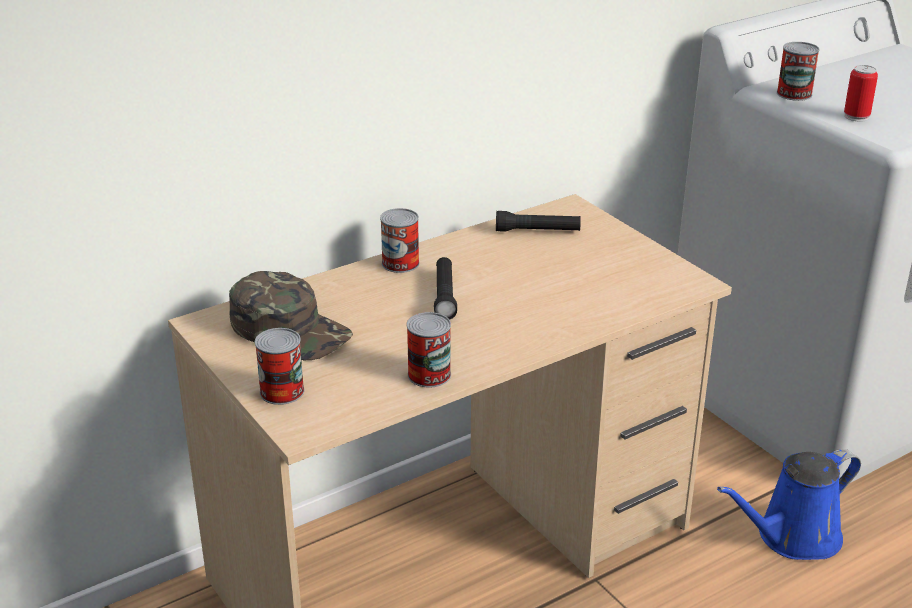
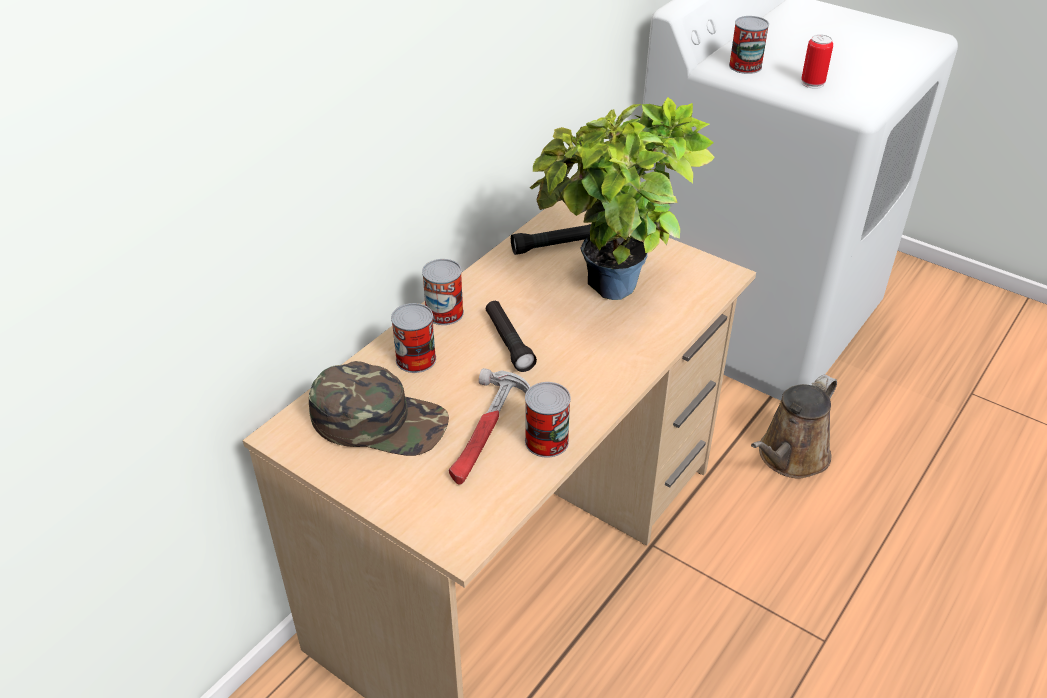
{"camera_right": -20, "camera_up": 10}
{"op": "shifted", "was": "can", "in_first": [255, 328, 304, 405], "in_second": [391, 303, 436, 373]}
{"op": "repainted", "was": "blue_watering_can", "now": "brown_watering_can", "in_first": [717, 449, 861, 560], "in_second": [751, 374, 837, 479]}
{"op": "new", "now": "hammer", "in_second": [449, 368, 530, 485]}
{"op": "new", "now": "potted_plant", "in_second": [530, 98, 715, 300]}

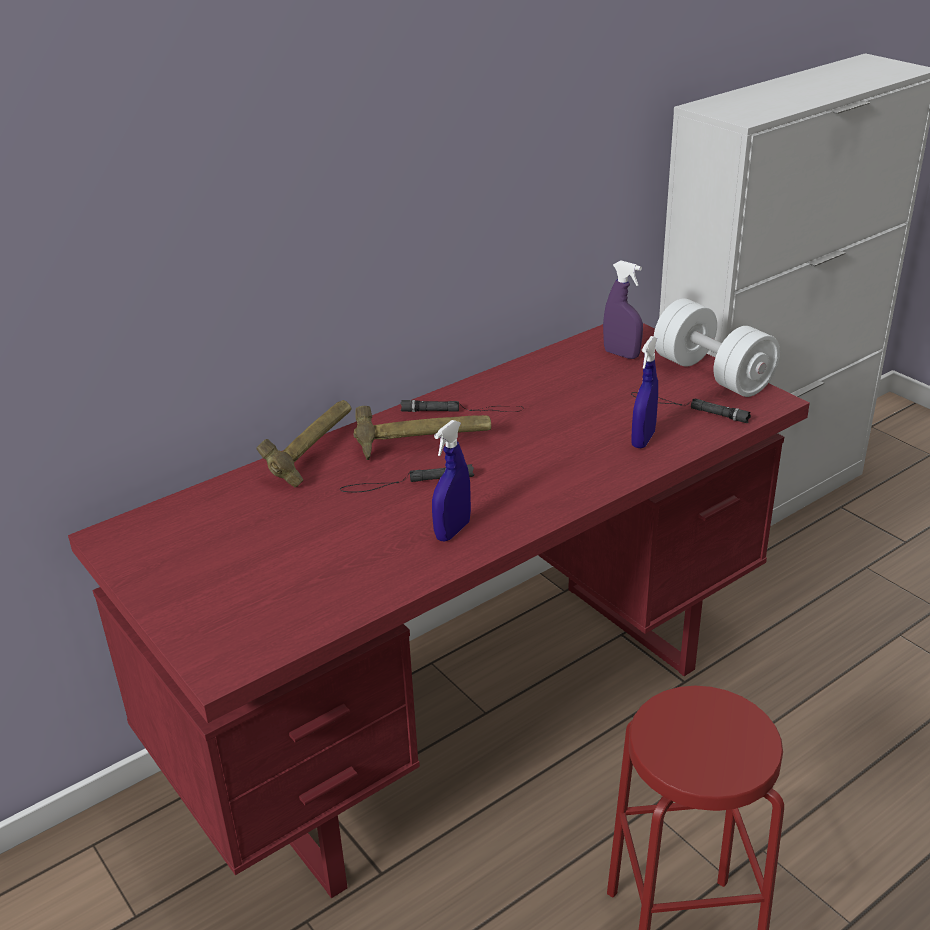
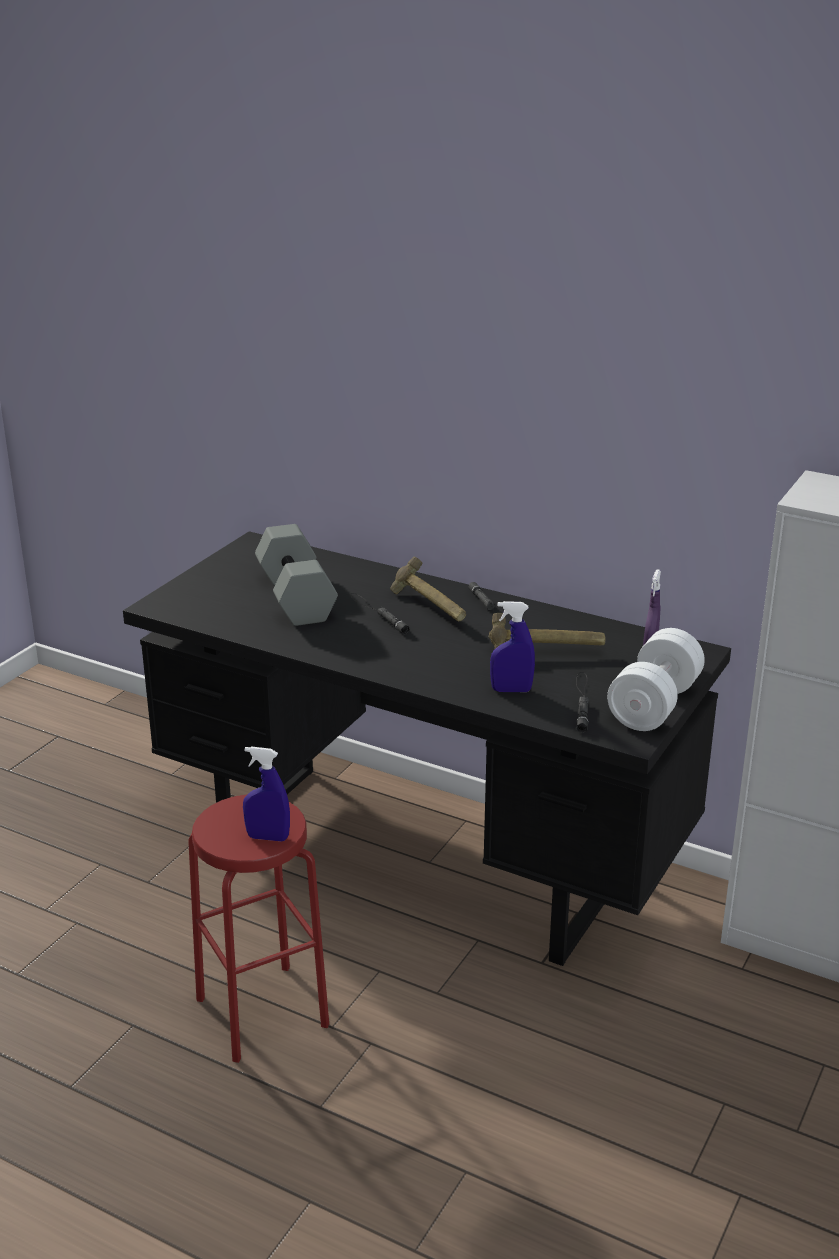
{"camera_right": 65, "camera_up": -5}
{"op": "repainted", "was": "red_desk", "now": "black_desk", "in_first": [68, 323, 810, 898], "in_second": [123, 531, 731, 966]}
{"op": "shifted", "was": "hammer", "in_first": [256, 400, 351, 487], "in_second": [489, 613, 605, 649]}
{"op": "shifted", "was": "blue_spray_bottle", "in_first": [432, 420, 471, 542], "in_second": [243, 747, 290, 841]}
{"op": "new", "now": "grey_dumbbell", "in_second": [255, 524, 338, 626]}

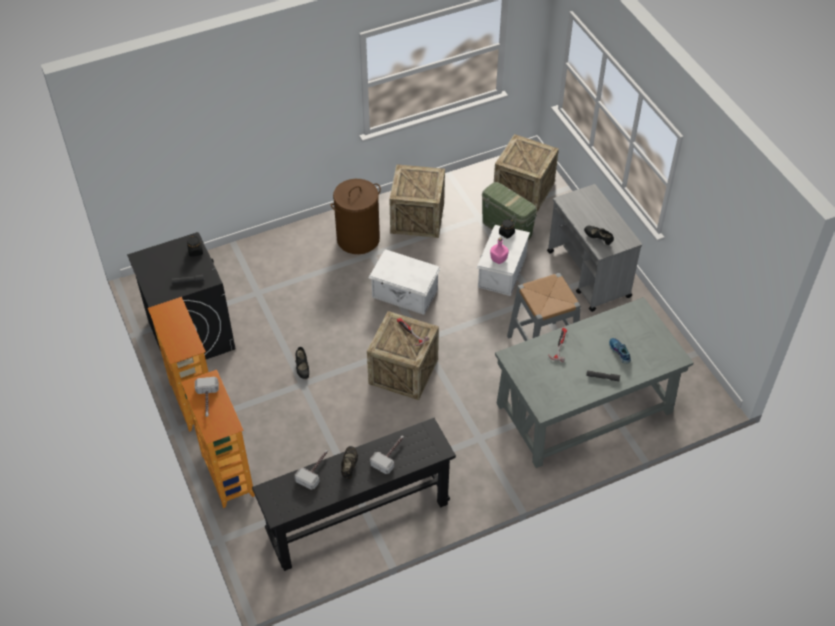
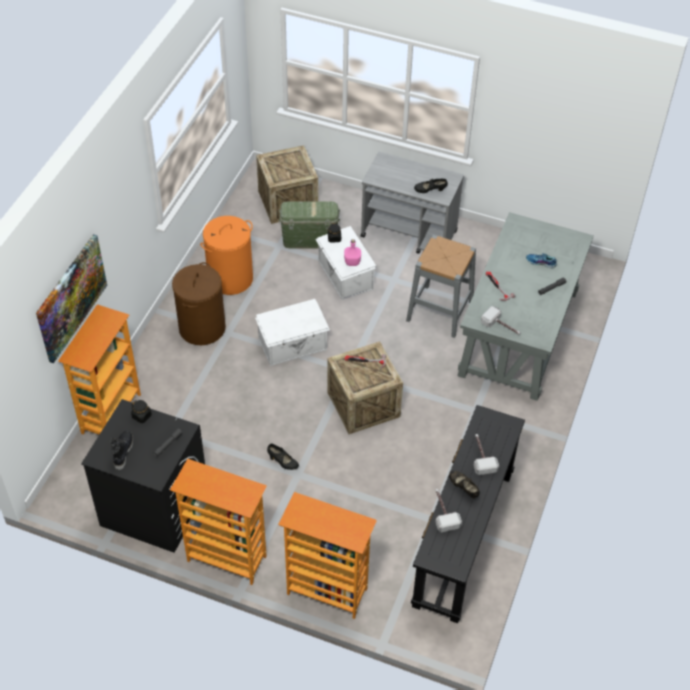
{"camera_right": -45, "camera_up": 0}
{"op": "shifted", "was": "hammer", "in_first": [195, 377, 219, 417], "in_second": [481, 306, 521, 335]}
{"op": "swapped", "was": "crate", "now": "orange_laundry_basket", "in_first": [389, 164, 445, 238], "in_second": [200, 216, 253, 295]}
{"op": "new", "now": "picture", "in_second": [36, 234, 107, 363]}
{"op": "new", "now": "bookcase", "in_second": [58, 304, 141, 435]}
{"op": "new", "now": "black_boot", "in_second": [110, 430, 133, 470]}

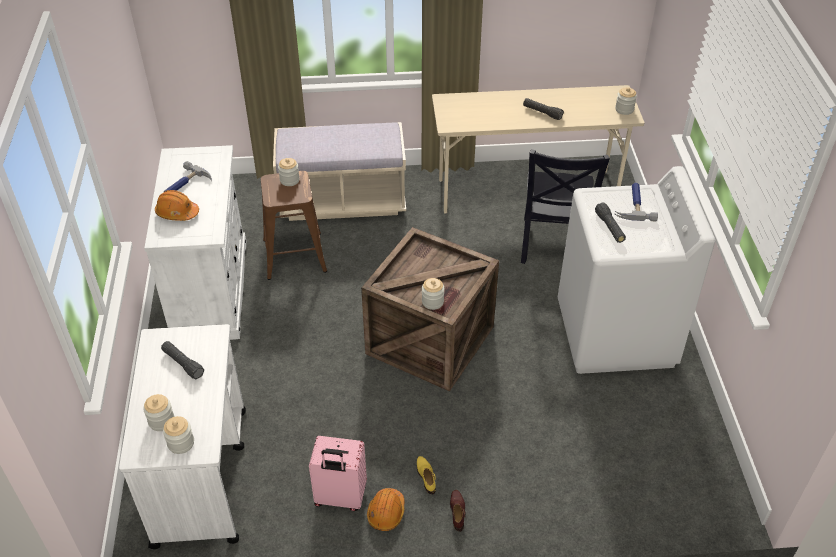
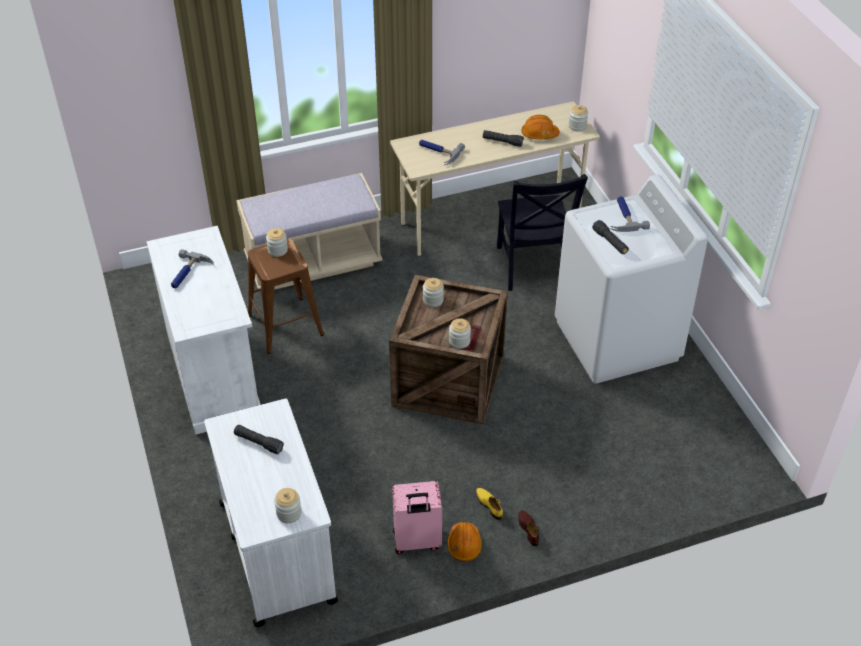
{"camera_right": -15, "camera_up": 0}
{"op": "shifted", "was": "jar", "in_first": [143, 394, 175, 431], "in_second": [423, 278, 444, 307]}
{"op": "shifted", "was": "orange_hard_hat", "in_first": [155, 190, 199, 221], "in_second": [522, 115, 560, 139]}
{"op": "new", "now": "hammer", "in_second": [419, 140, 465, 165]}

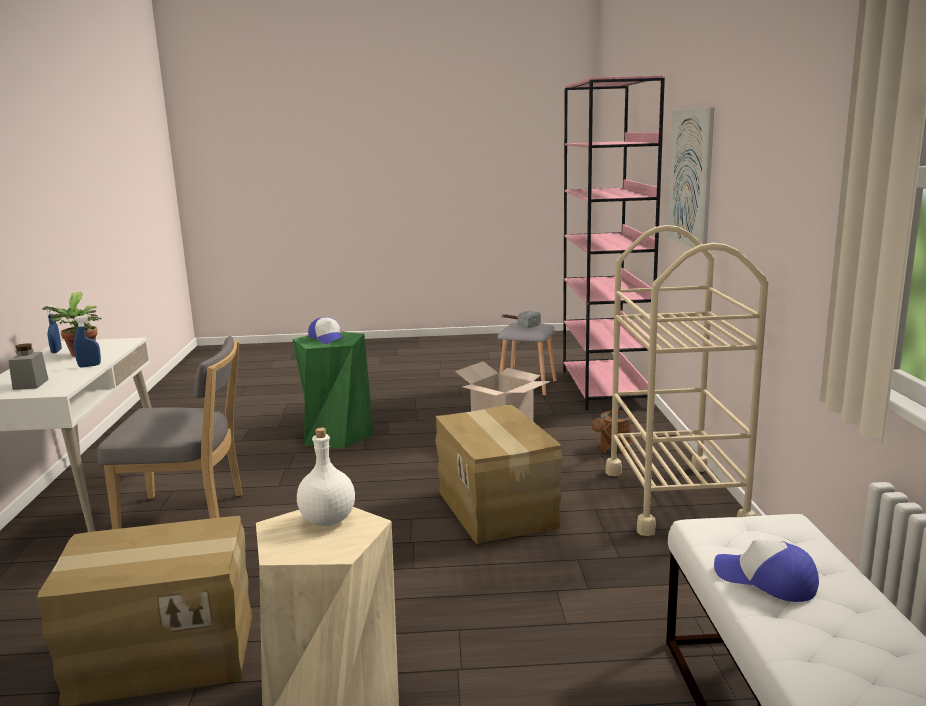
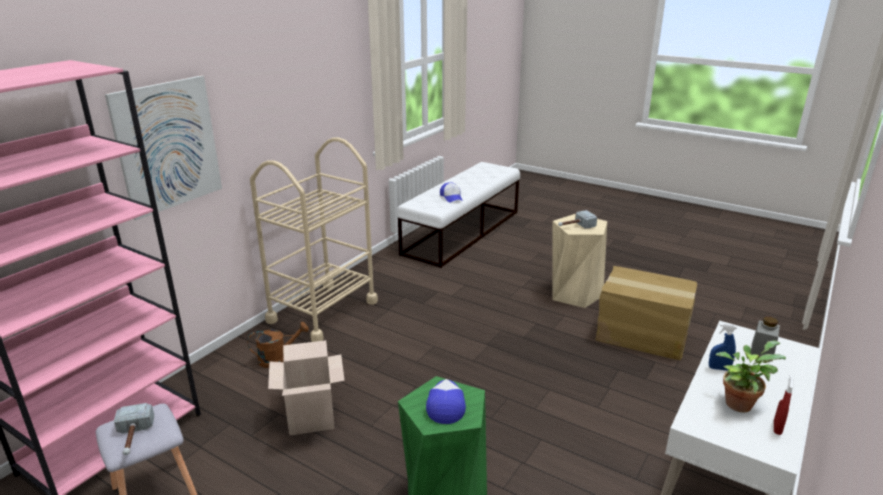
{"camera_right": -145, "camera_up": 10}
{"op": "repainted", "was": "blue_spray_bottle", "now": "red_spray_bottle", "in_first": [46, 304, 62, 353], "in_second": [774, 375, 793, 435]}
{"op": "gone", "was": "grey_chair", "in_first": [97, 336, 243, 529]}
{"op": "swapped", "was": "white_bottle", "now": "hammer", "in_first": [297, 428, 355, 526], "in_second": [558, 210, 597, 229]}
{"op": "gone", "was": "cardboard_box", "in_first": [436, 405, 563, 544]}

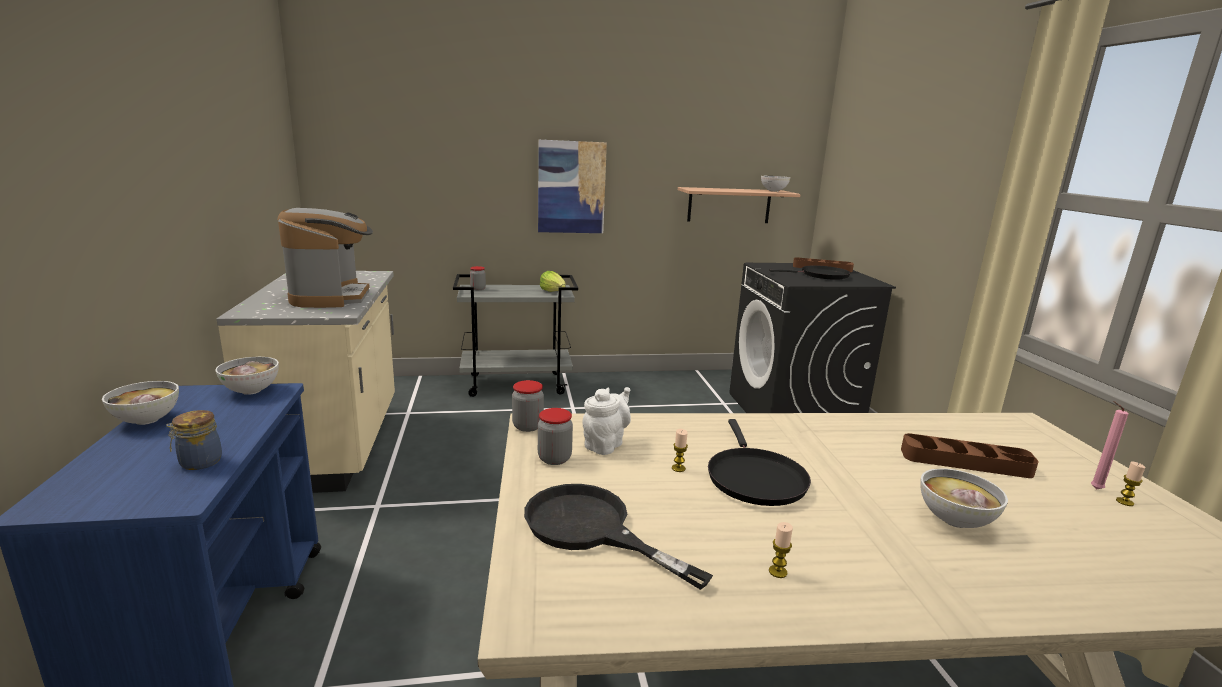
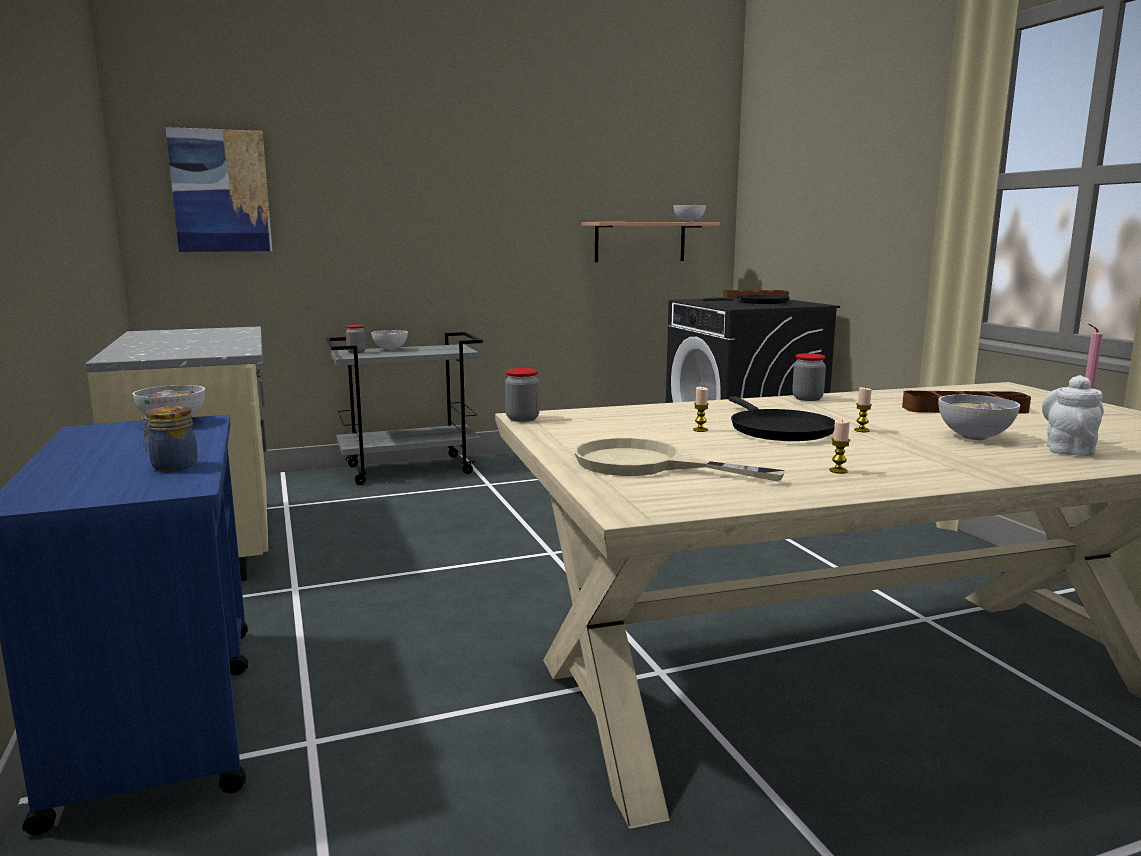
{"camera_right": -10, "camera_up": -5}
{"op": "shifted", "was": "bowl", "in_first": [102, 381, 179, 425], "in_second": [371, 330, 408, 351]}
{"op": "gone", "was": "coffee_machine", "in_first": [277, 208, 373, 308]}
{"op": "repainted", "was": "black_frying_pan", "now": "beige_frying_pan", "in_first": [524, 484, 713, 590], "in_second": [574, 438, 786, 482]}
{"op": "shifted", "was": "picture", "in_first": [538, 140, 607, 233], "in_second": [165, 127, 272, 252]}
{"op": "shifted", "was": "jar", "in_first": [538, 408, 573, 465], "in_second": [792, 353, 826, 401]}
{"op": "gone", "was": "lettuce", "in_first": [540, 271, 566, 292]}
{"op": "shifted", "was": "white_teapot", "in_first": [583, 387, 631, 455], "in_second": [1042, 375, 1104, 456]}
{"op": "shifted", "was": "candle", "in_first": [1116, 461, 1145, 506], "in_second": [854, 387, 872, 432]}

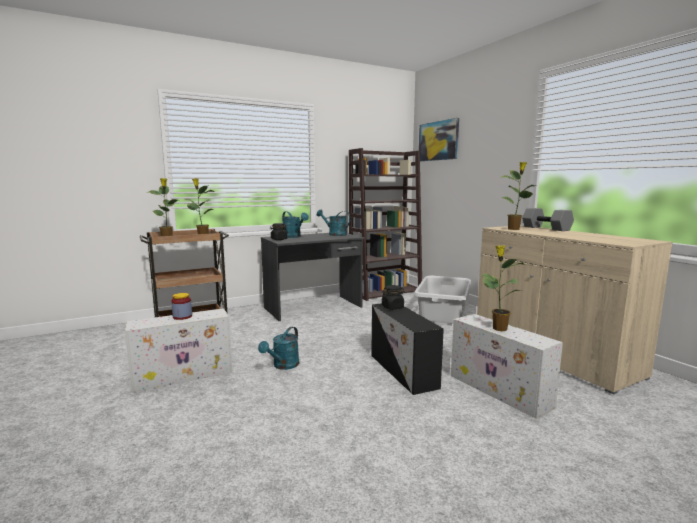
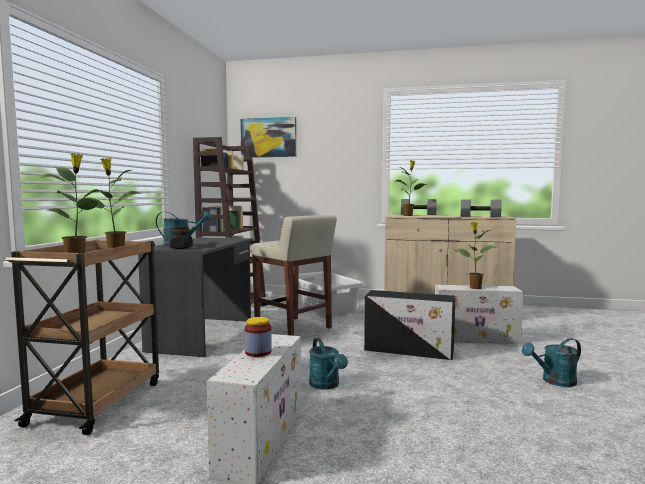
{"camera_right": -50, "camera_up": -5}
{"op": "shifted", "was": "turquoise_watering_can", "in_first": [317, 210, 351, 236], "in_second": [522, 338, 581, 387]}
{"op": "gone", "was": "black_jar", "in_first": [382, 285, 405, 309]}
{"op": "new", "now": "beige_stool", "in_second": [251, 215, 337, 336]}
{"op": "new", "now": "grey_dumbbell", "in_second": [461, 199, 502, 217]}

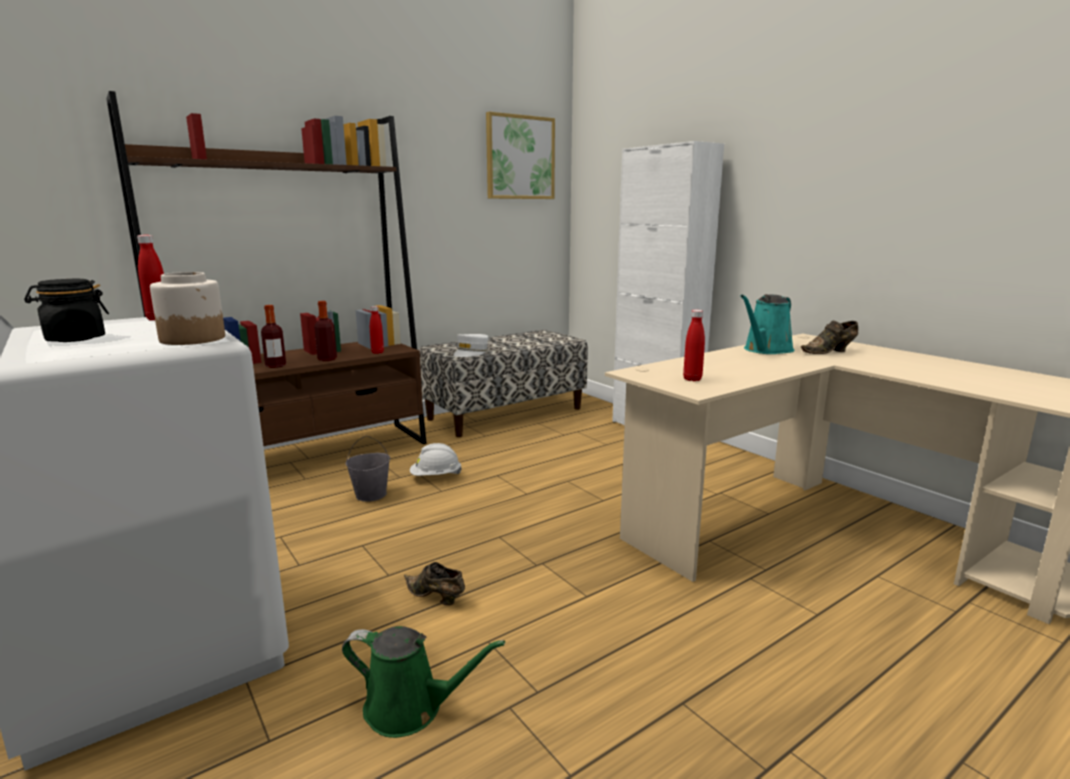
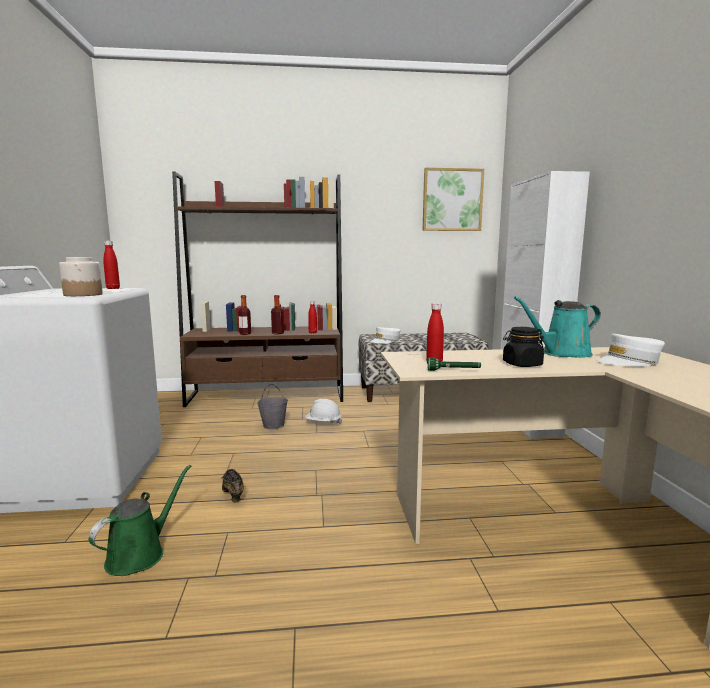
{"camera_right": 30, "camera_up": -5}
{"op": "shifted", "was": "black_jar", "in_first": [24, 279, 109, 342], "in_second": [503, 327, 544, 367]}
{"op": "rotated", "was": "green_watering_can", "in_first": [342, 626, 505, 738], "in_second": [88, 465, 191, 576], "clockwise": -105}
{"op": "swapped", "was": "brown_shoe", "now": "white_cap", "in_first": [801, 321, 858, 354], "in_second": [597, 334, 665, 367]}
{"op": "new", "now": "green_flashlight", "in_second": [428, 358, 481, 371]}

